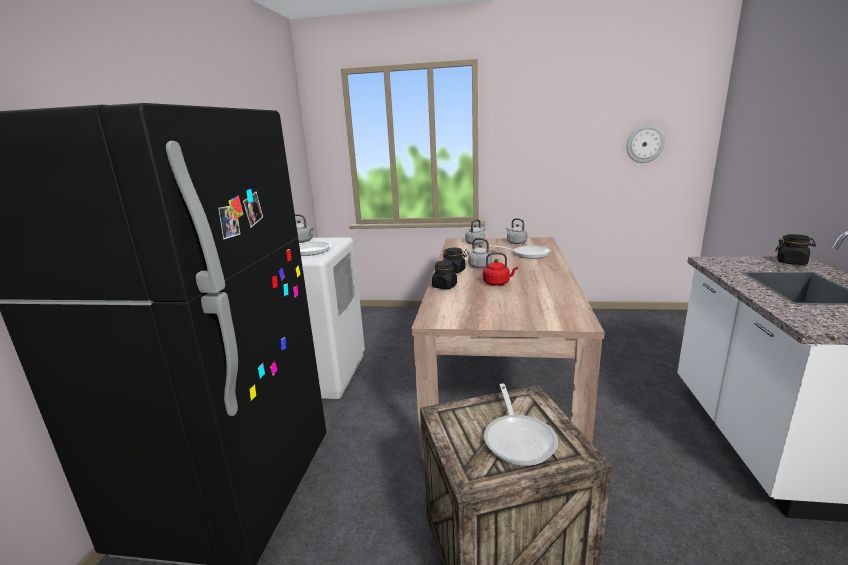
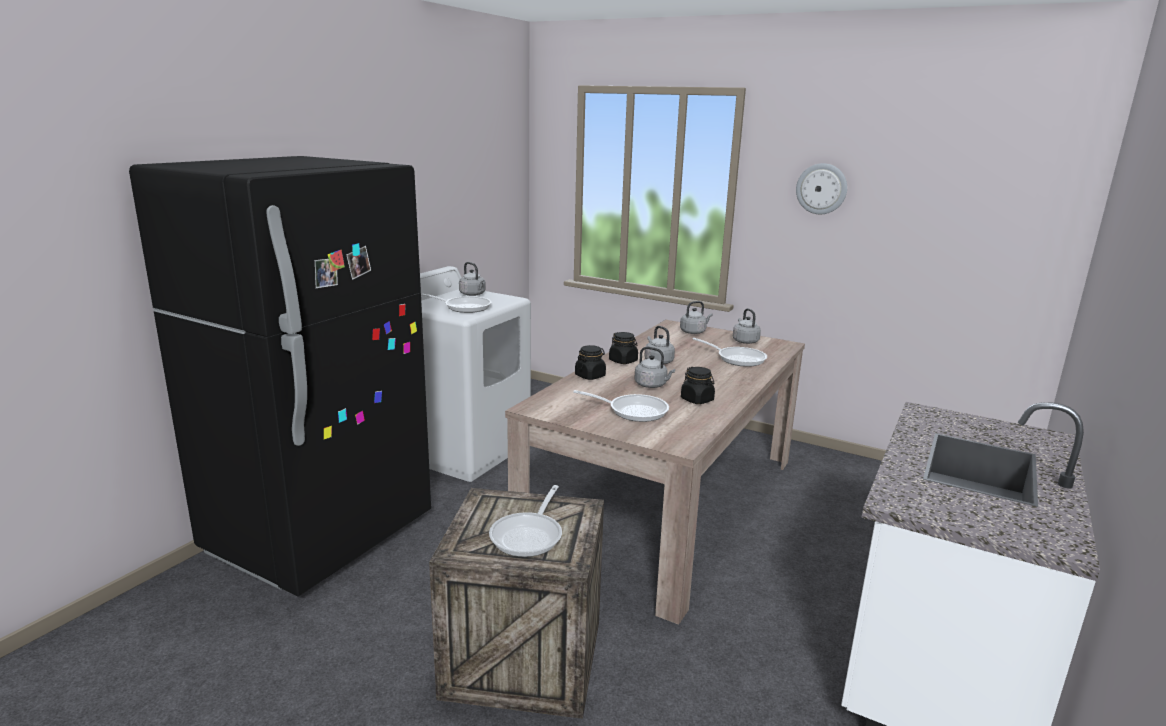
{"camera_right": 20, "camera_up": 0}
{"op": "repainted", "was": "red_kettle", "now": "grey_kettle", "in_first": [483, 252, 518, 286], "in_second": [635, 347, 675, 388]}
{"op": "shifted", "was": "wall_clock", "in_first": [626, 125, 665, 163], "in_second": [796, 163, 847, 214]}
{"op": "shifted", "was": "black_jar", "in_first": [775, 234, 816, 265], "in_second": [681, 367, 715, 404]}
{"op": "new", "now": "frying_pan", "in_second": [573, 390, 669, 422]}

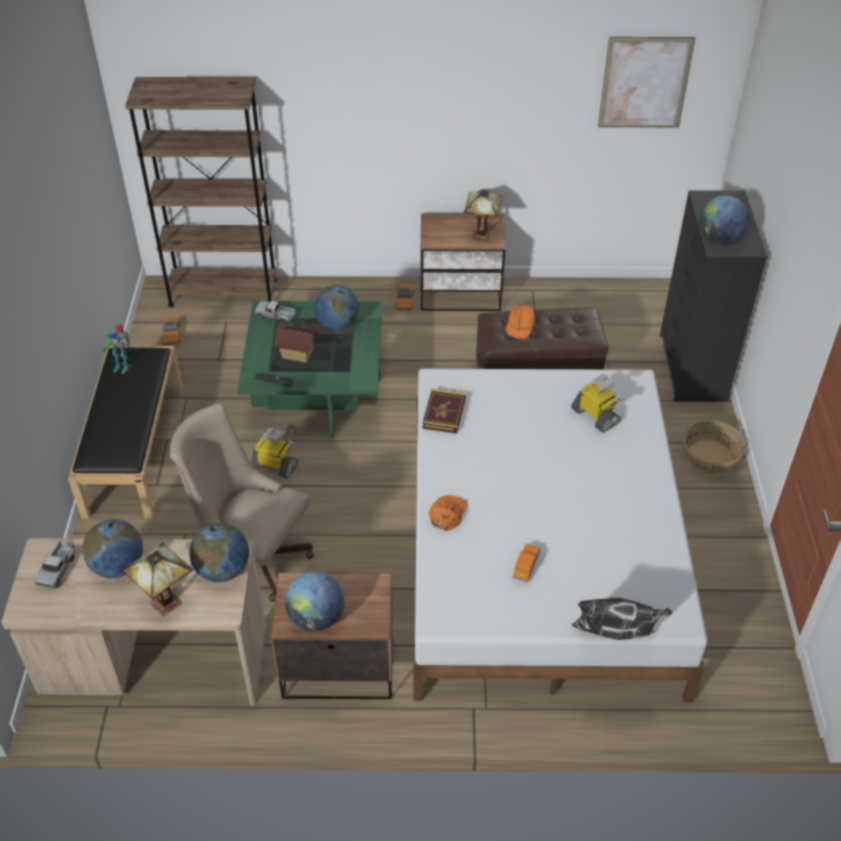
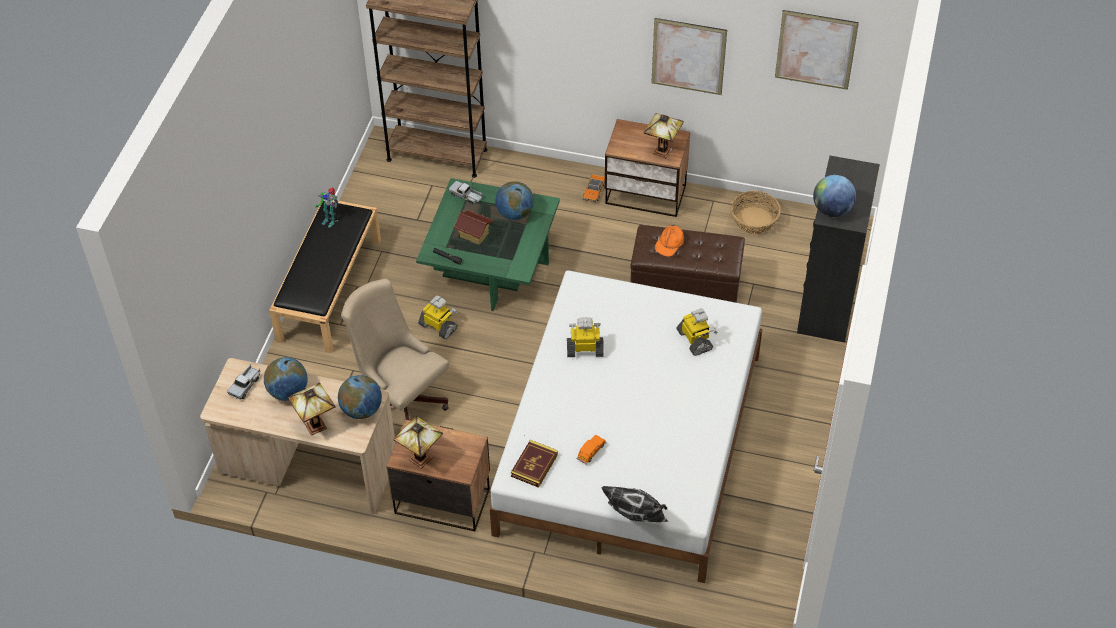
{"camera_right": 15, "camera_up": 5}
{"op": "gone", "was": "toy_car", "in_first": [162, 316, 181, 345]}
{"op": "swapped", "was": "globe", "now": "table_lamp", "in_first": [285, 571, 344, 632], "in_second": [393, 416, 443, 469]}
{"op": "shifted", "was": "book", "in_first": [422, 389, 466, 434], "in_second": [511, 440, 558, 488]}
{"op": "gone", "was": "orange_cap", "in_first": [429, 495, 467, 531]}
{"op": "shifted", "was": "basket", "in_first": [683, 420, 746, 474], "in_second": [731, 191, 781, 234]}
{"op": "new", "now": "toy_robot", "in_second": [567, 317, 604, 357]}
{"op": "new", "now": "picture", "in_second": [651, 18, 727, 95]}

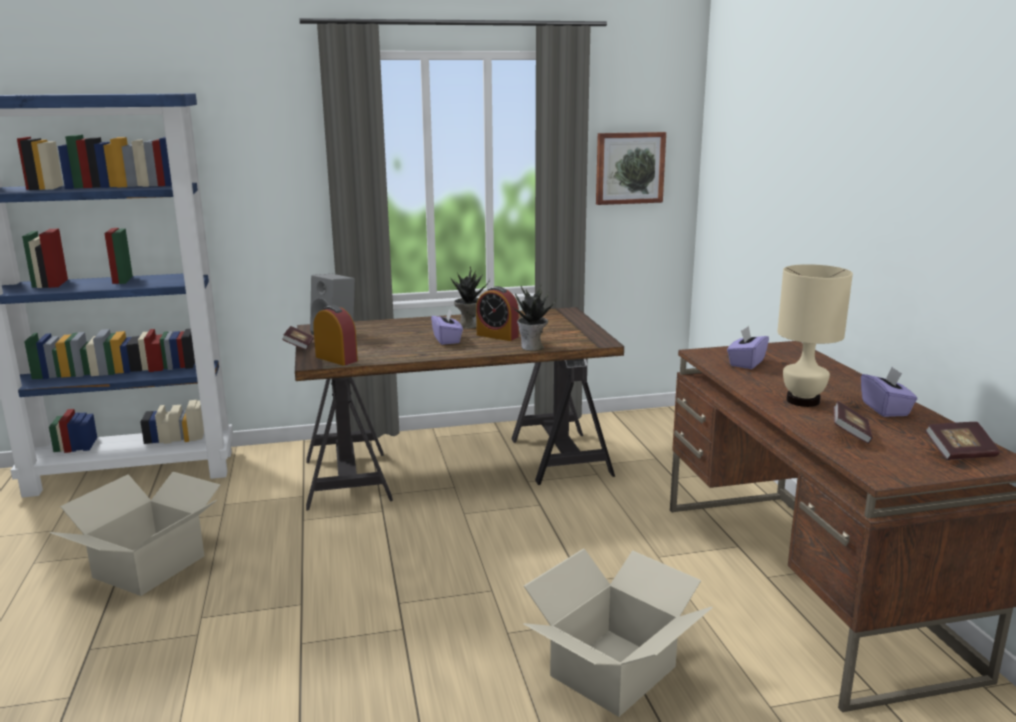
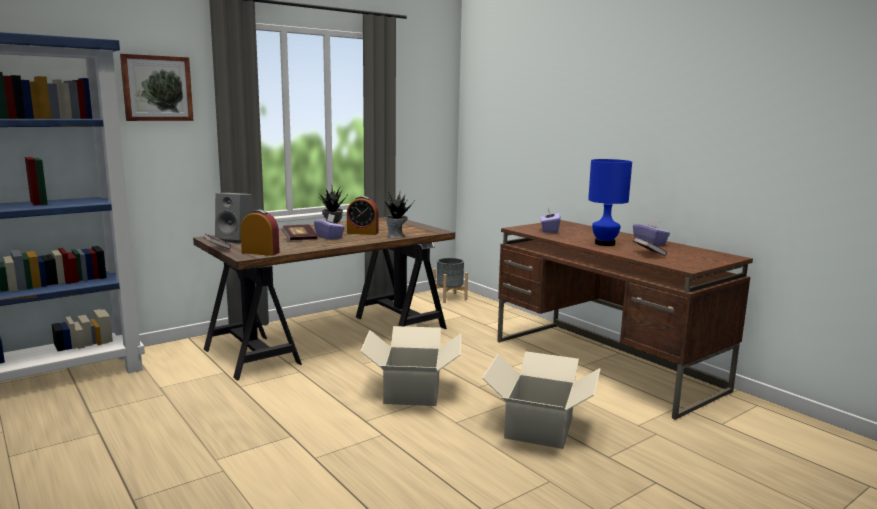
{"camera_right": -25, "camera_up": -5}
{"op": "shifted", "was": "cardboard_box", "in_first": [50, 472, 221, 596], "in_second": [360, 326, 461, 406]}
{"op": "shifted", "was": "picture", "in_first": [596, 132, 666, 205], "in_second": [120, 54, 193, 121]}
{"op": "repainted", "was": "beige_table_lamp", "now": "blue_table_lamp", "in_first": [777, 264, 853, 407], "in_second": [588, 159, 632, 246]}
{"op": "shifted", "was": "book", "in_first": [925, 422, 1000, 460], "in_second": [282, 225, 318, 241]}
{"op": "new", "now": "grey_planter", "in_second": [433, 258, 468, 303]}

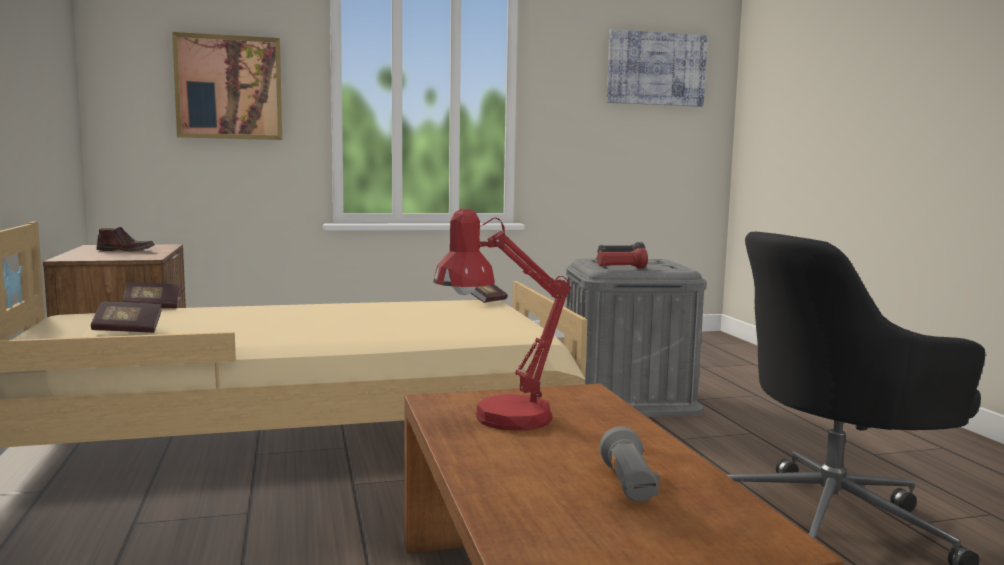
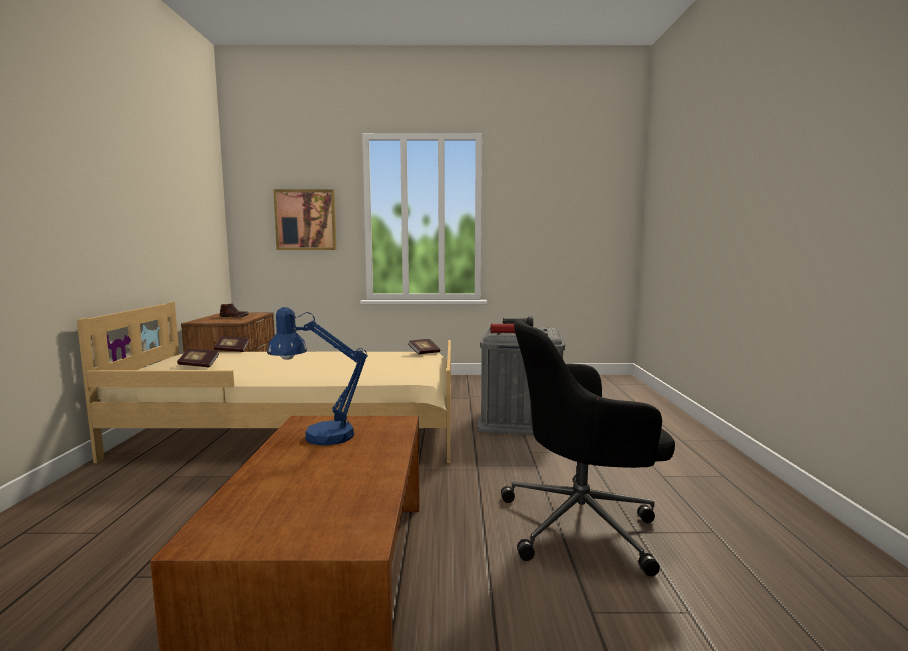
{"camera_right": 15, "camera_up": 0}
{"op": "repainted", "was": "red_table_lamp", "now": "blue_table_lamp", "in_first": [433, 209, 571, 431], "in_second": [267, 307, 368, 446]}
{"op": "gone", "was": "grey_flashlight", "in_first": [599, 426, 659, 502]}
{"op": "gone", "was": "picture", "in_first": [607, 29, 708, 107]}

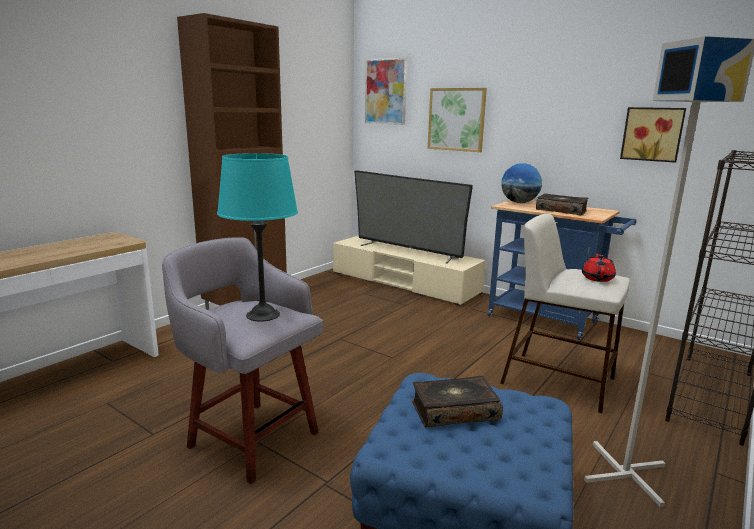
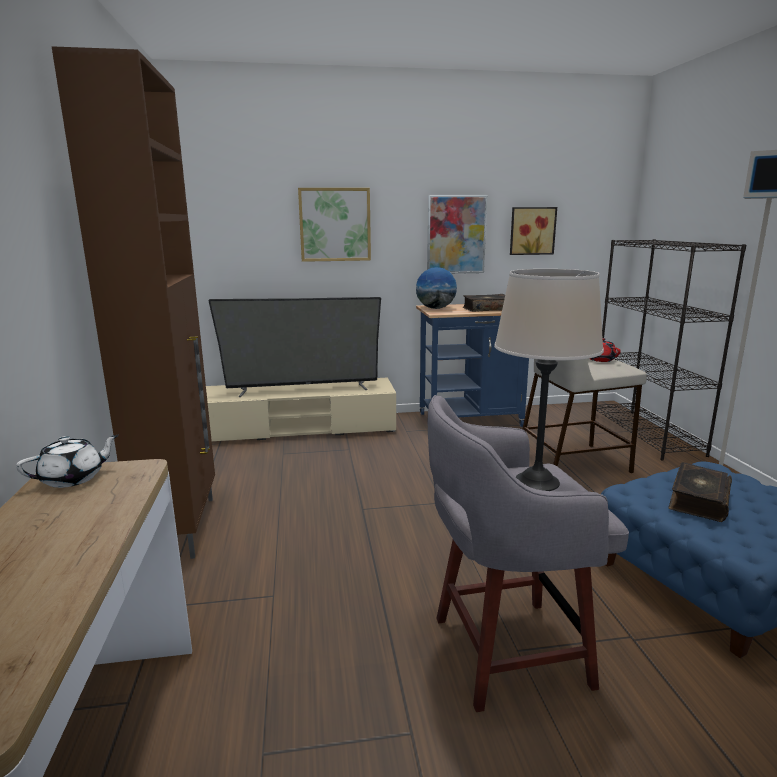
{"camera_right": -45, "camera_up": 0}
{"op": "repainted", "was": "turquoise_table_lamp", "now": "beige_table_lamp", "in_first": [217, 153, 298, 322], "in_second": [494, 269, 604, 491]}
{"op": "shifted", "was": "picture", "in_first": [365, 57, 407, 125], "in_second": [427, 195, 487, 274]}
{"op": "new", "now": "white_teapot", "in_second": [16, 435, 119, 488]}

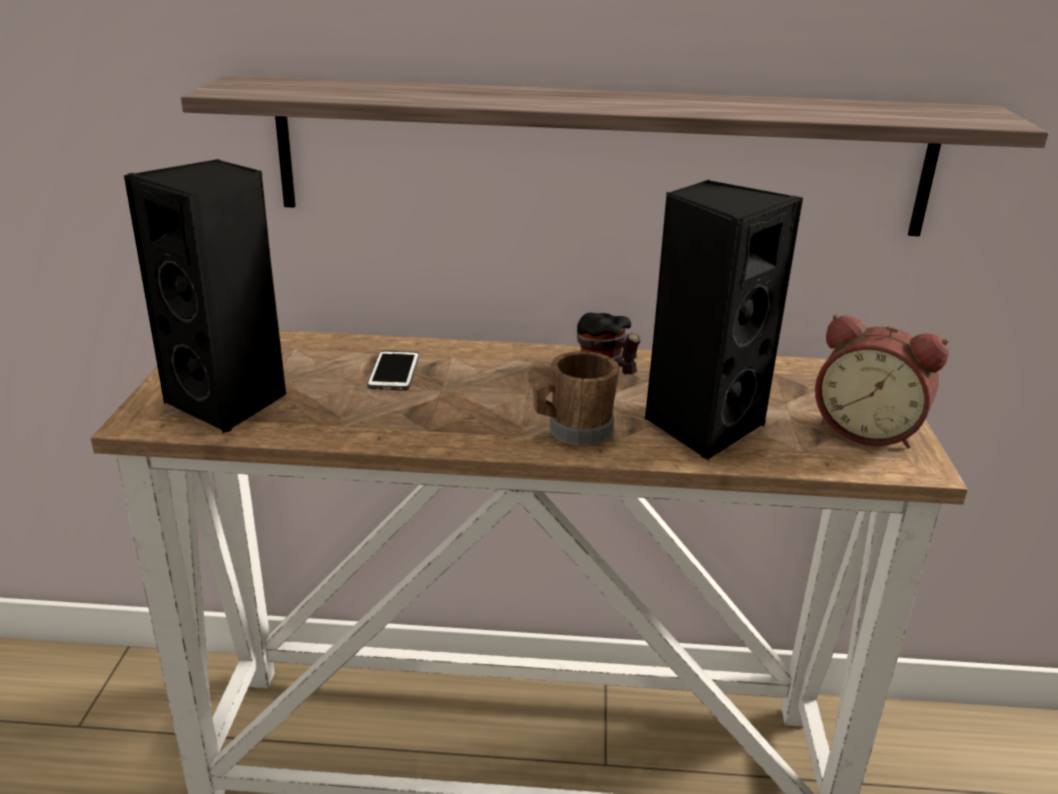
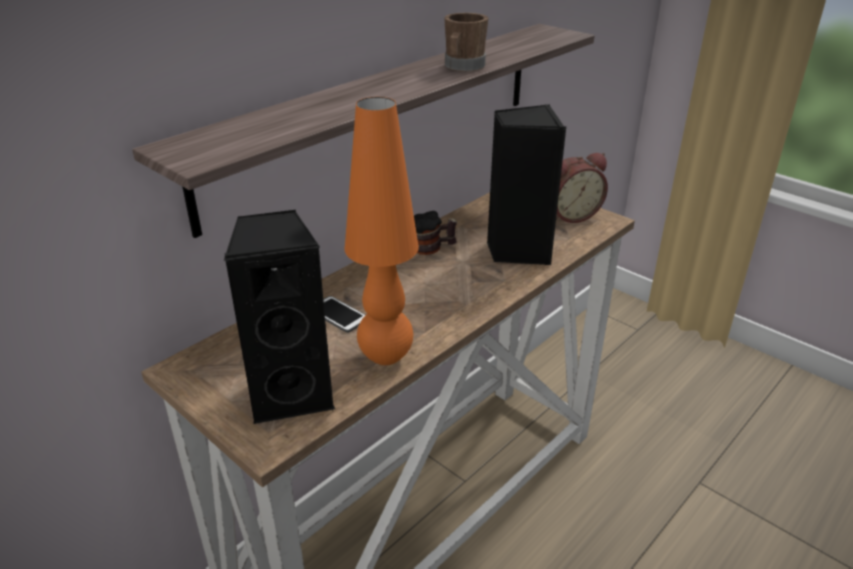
{"camera_right": -50, "camera_up": 5}
{"op": "shifted", "was": "brown_mug", "in_first": [533, 351, 620, 446], "in_second": [444, 13, 488, 72]}
{"op": "new", "now": "orange_table_lamp", "in_second": [345, 97, 419, 365]}

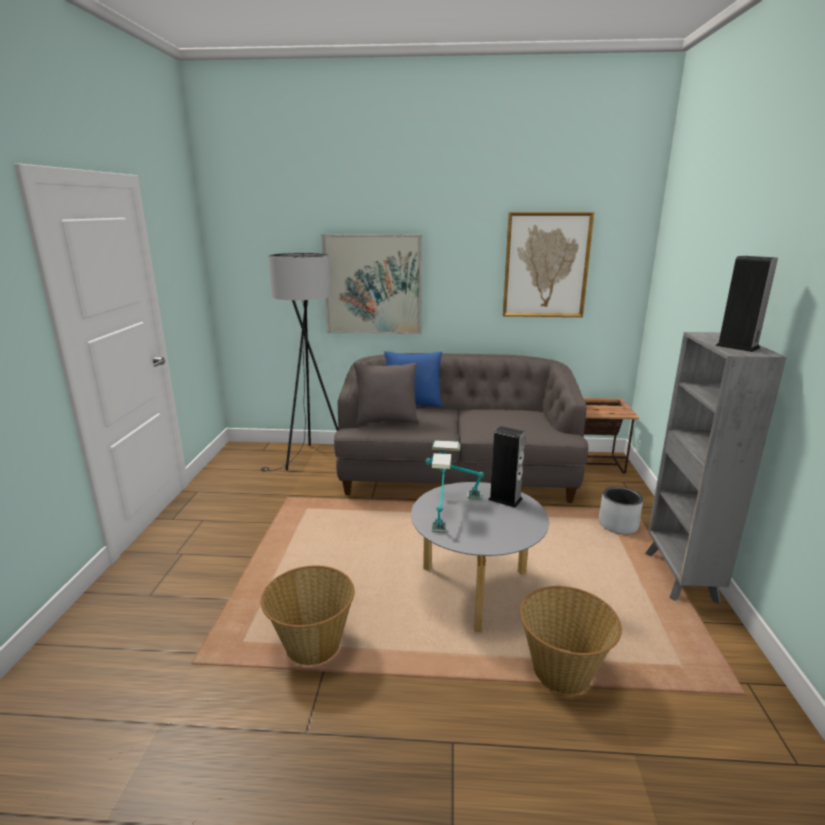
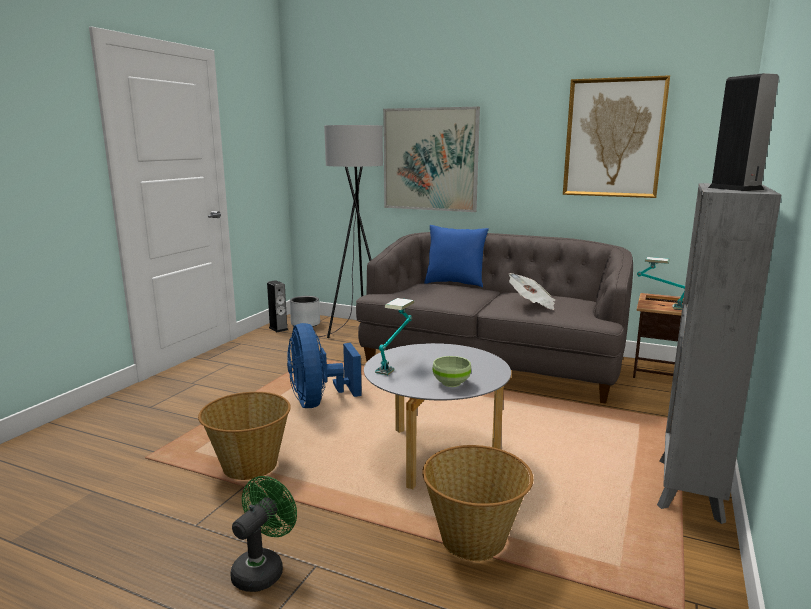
{"camera_right": 20, "camera_up": -5}
{"op": "gone", "was": "grey_pillow", "in_first": [353, 363, 419, 426]}
{"op": "shifted", "was": "table_lamp", "in_first": [425, 440, 484, 500], "in_second": [637, 257, 685, 310]}
{"op": "shifted", "was": "speaker", "in_first": [488, 426, 526, 508], "in_second": [267, 280, 288, 332]}
{"op": "shifted", "was": "grey_planter", "in_first": [599, 486, 643, 534], "in_second": [290, 296, 320, 327]}
{"op": "new", "now": "green_fan", "in_second": [230, 476, 297, 592]}
{"op": "new", "now": "blue_fan", "in_second": [287, 323, 362, 408]}
{"op": "new", "now": "green_bowl", "in_second": [433, 356, 471, 387]}
{"op": "new", "now": "newspaper", "in_second": [509, 273, 555, 310]}

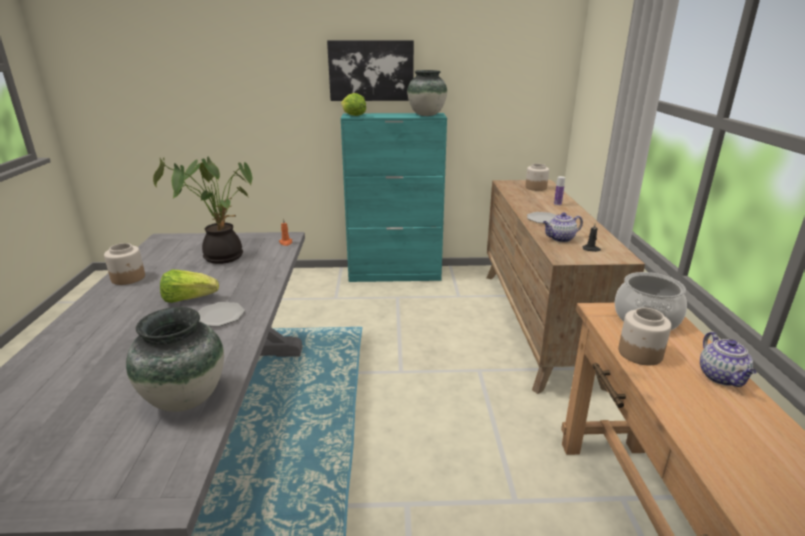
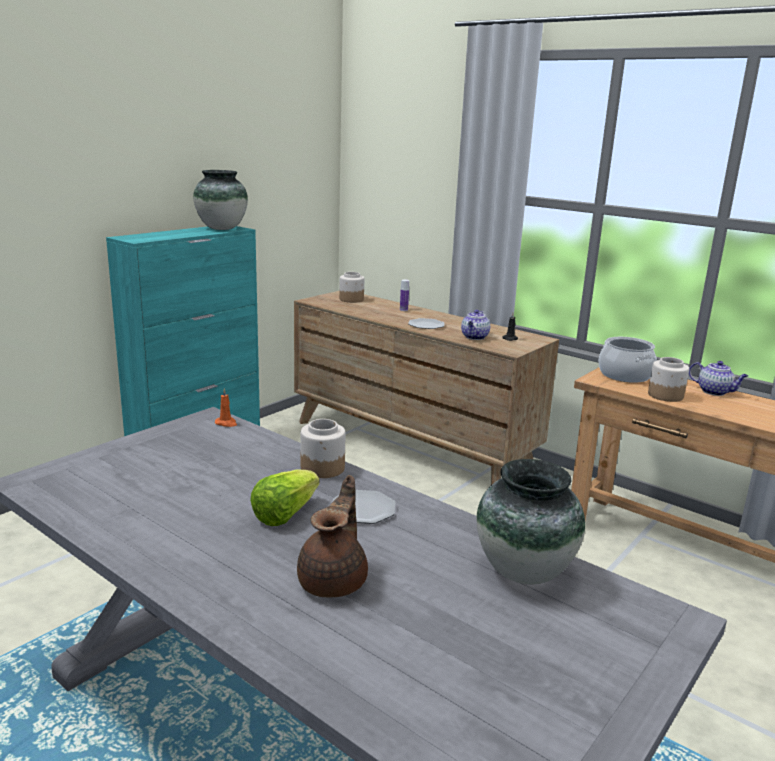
{"camera_right": -50, "camera_up": -5}
{"op": "shifted", "was": "jar", "in_first": [104, 243, 145, 285], "in_second": [300, 419, 346, 478]}
{"op": "gone", "was": "potted_plant", "in_first": [153, 157, 252, 264]}
{"op": "gone", "was": "picture", "in_first": [327, 40, 414, 101]}
{"op": "gone", "was": "lettuce", "in_first": [341, 93, 366, 116]}
{"op": "new", "now": "brown_teapot", "in_second": [297, 475, 368, 597]}

